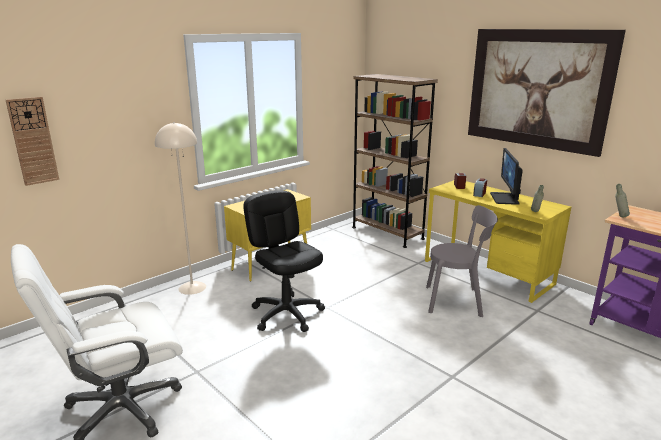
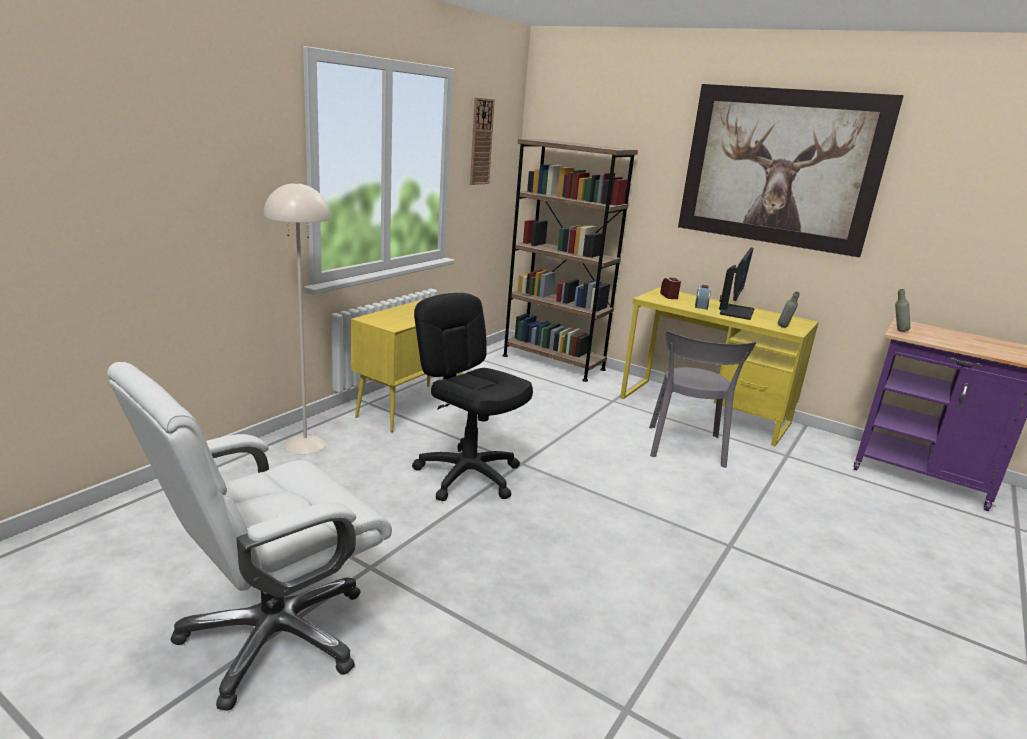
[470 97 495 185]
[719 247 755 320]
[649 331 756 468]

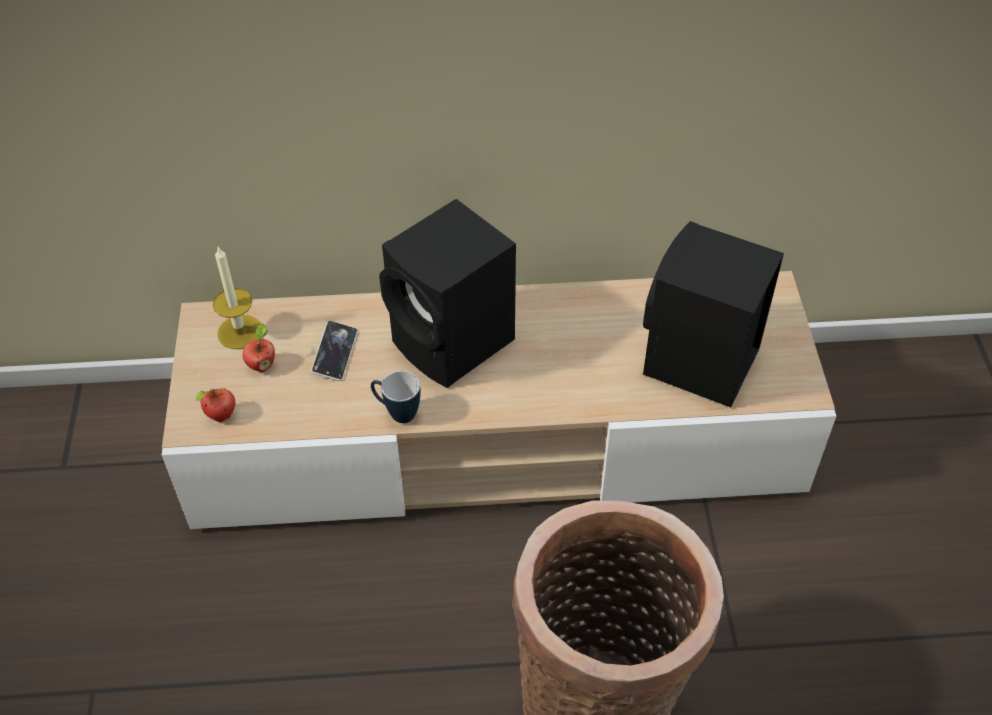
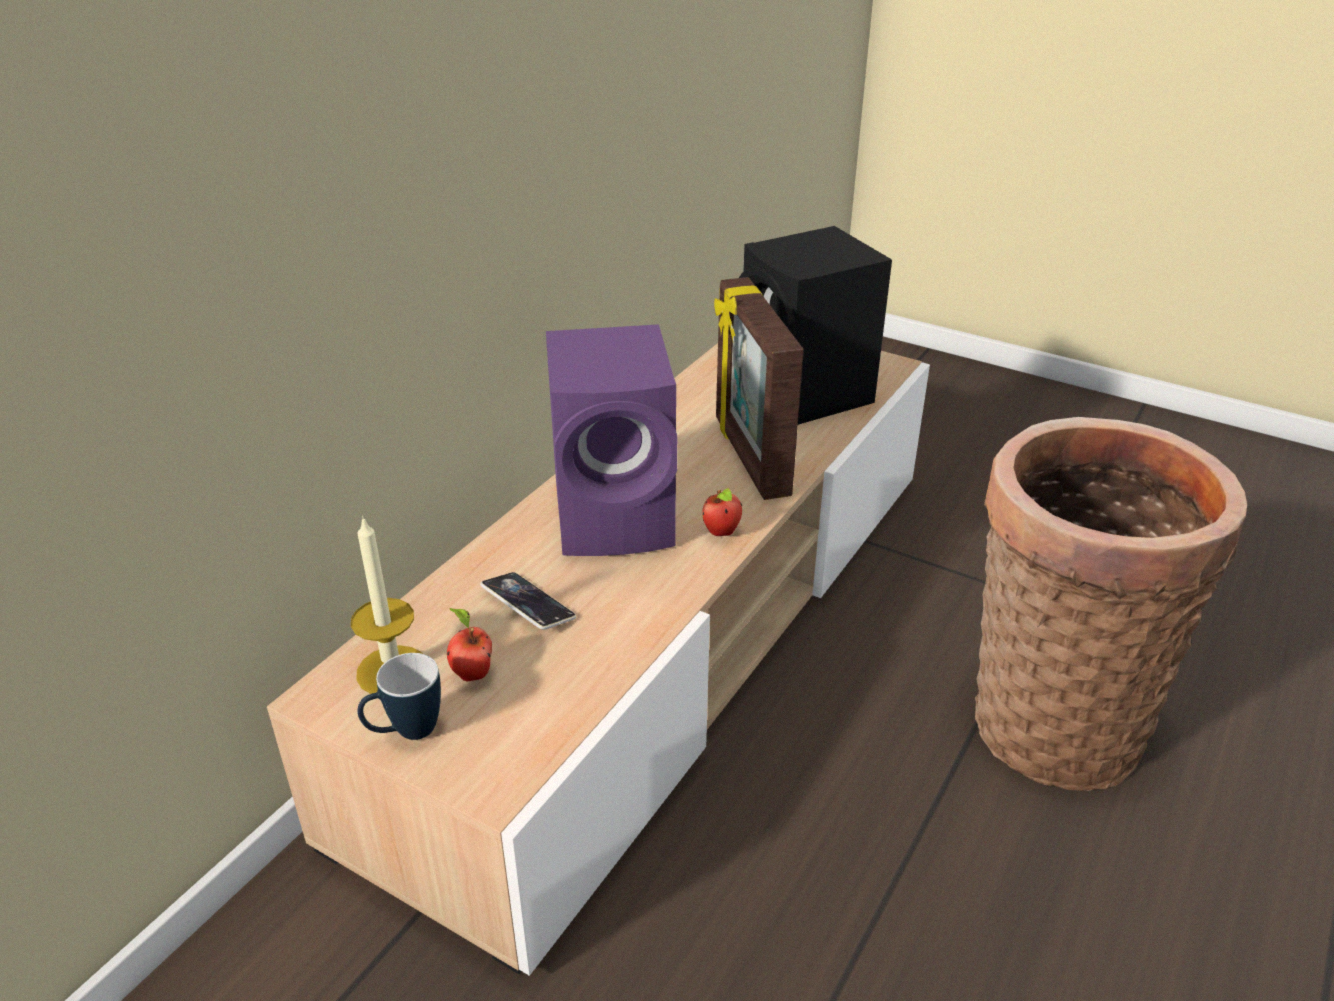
[546 324 677 556]
[357 653 441 740]
[702 488 742 536]
[714 277 804 500]

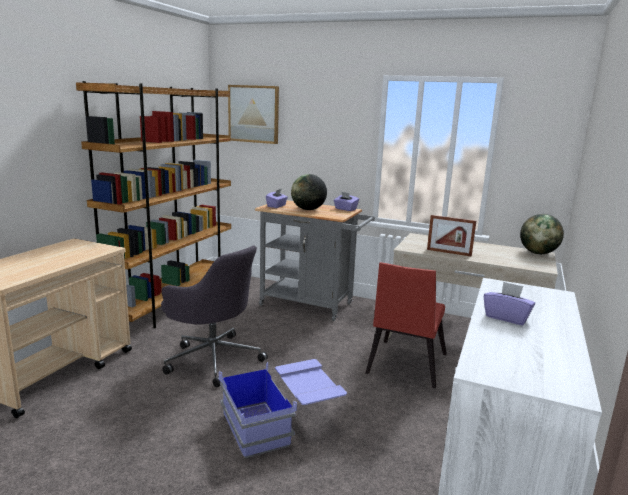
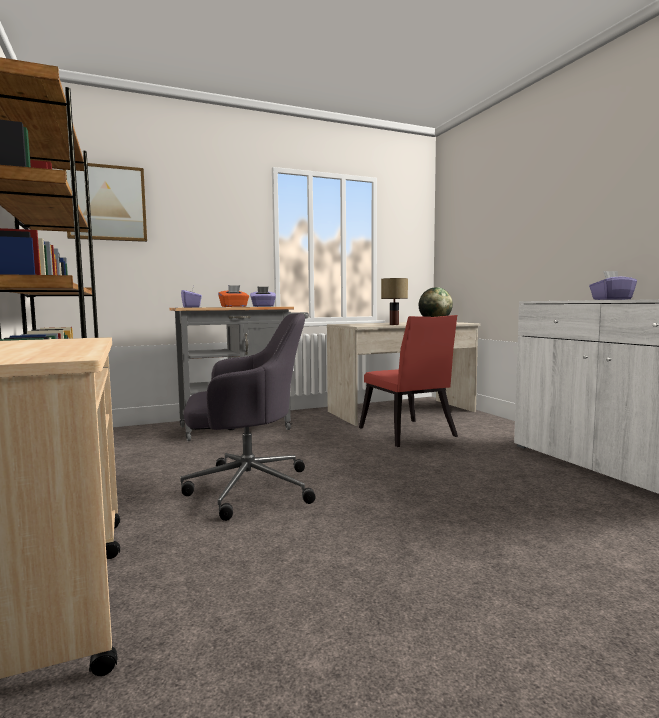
[218 285 249 307]
[381 278 408 325]
[219 359 347 458] (first image)

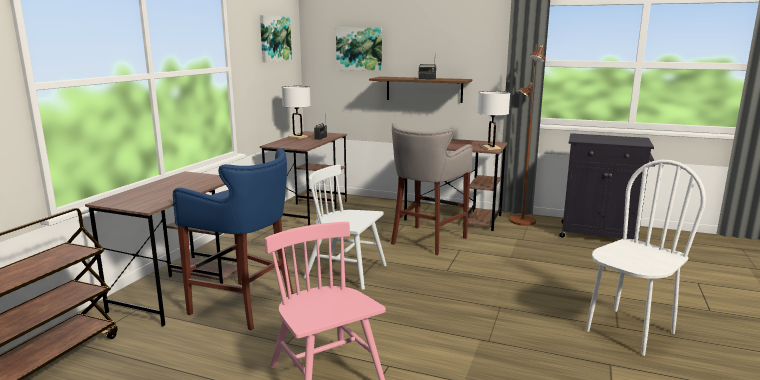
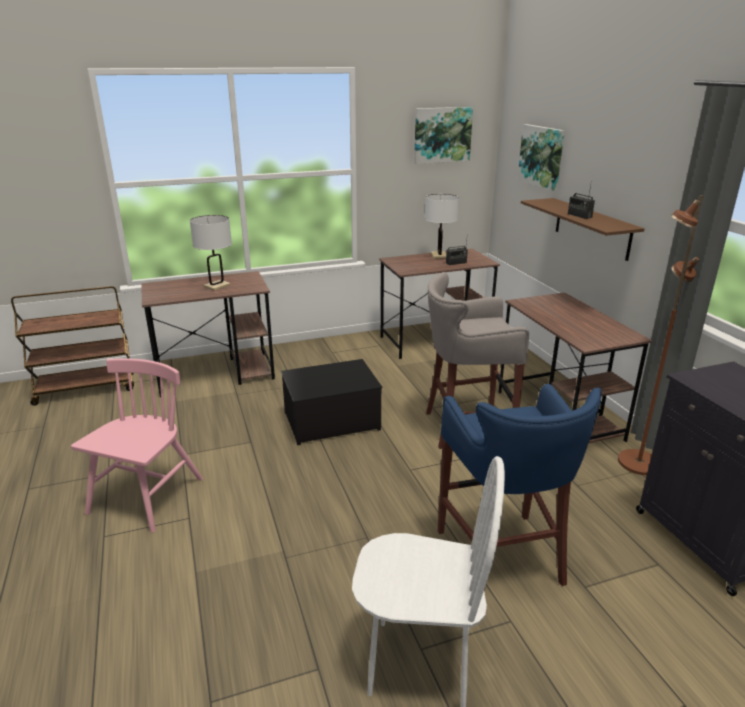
[190 215 232 291]
[438 384 602 592]
[281 359 382 445]

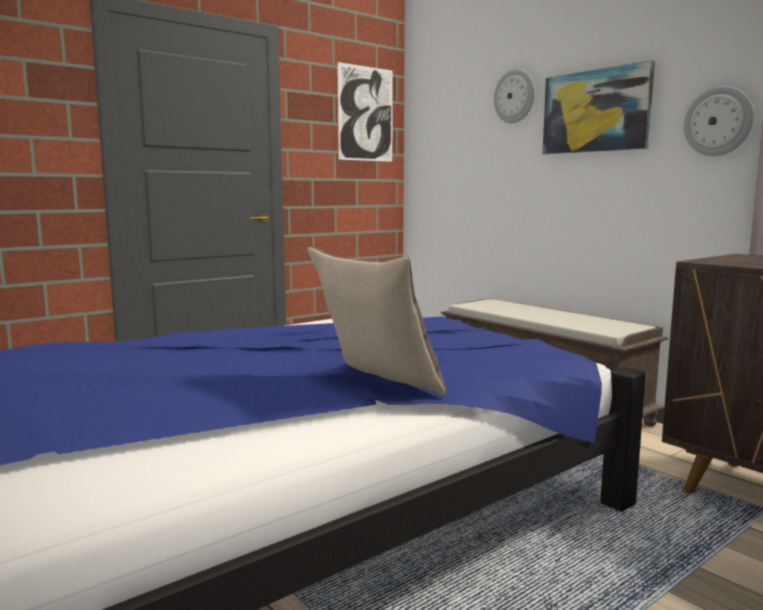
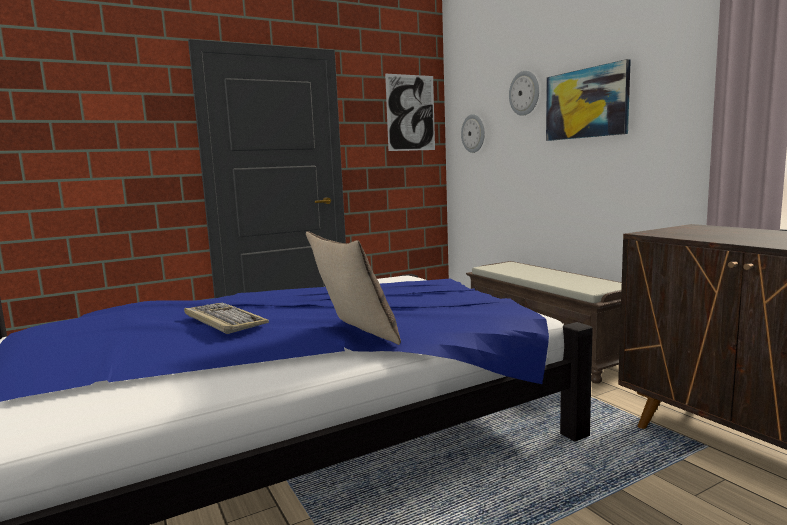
[461 114 485 153]
[184 302 269 334]

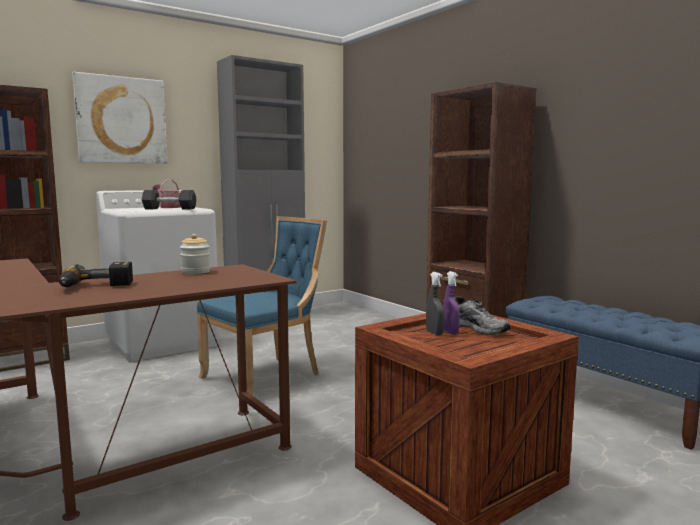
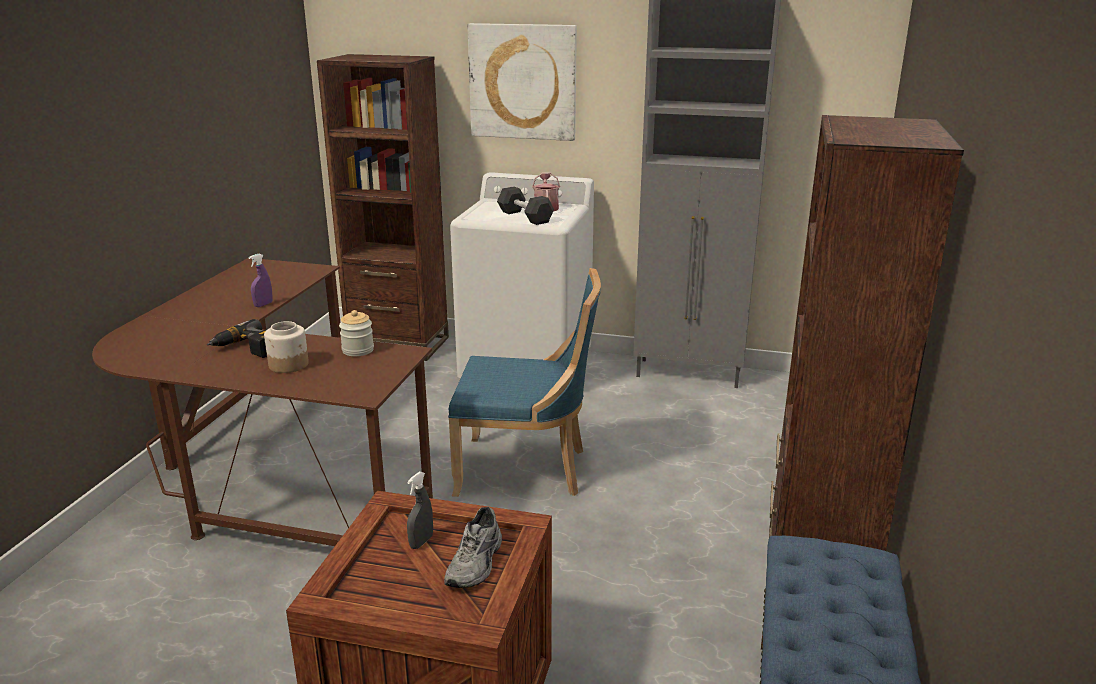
[249 254 273 307]
[264 321 309 373]

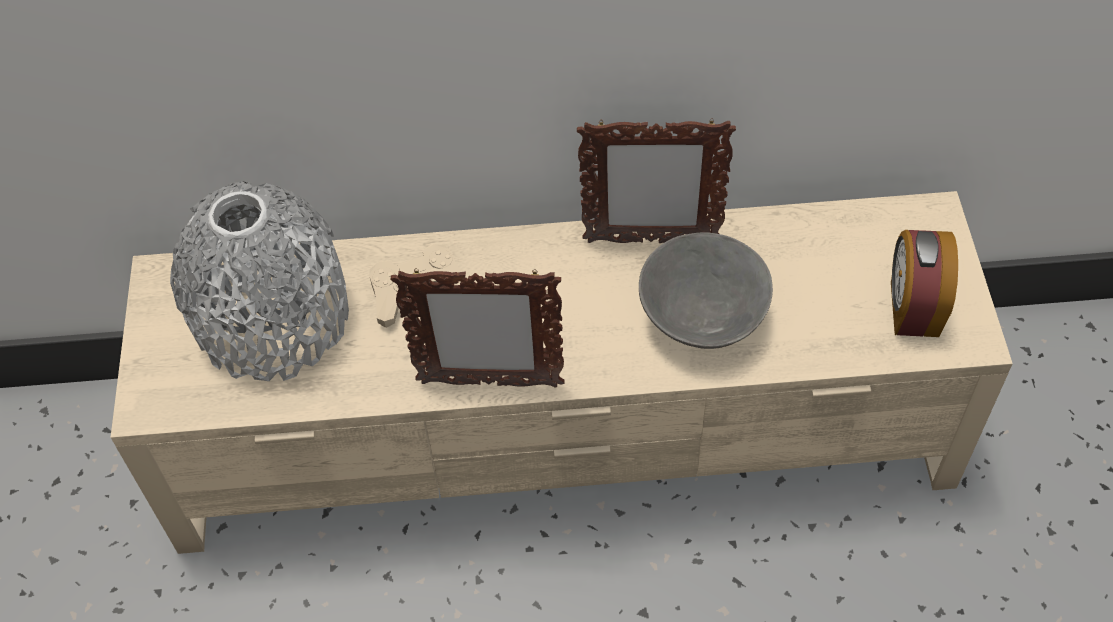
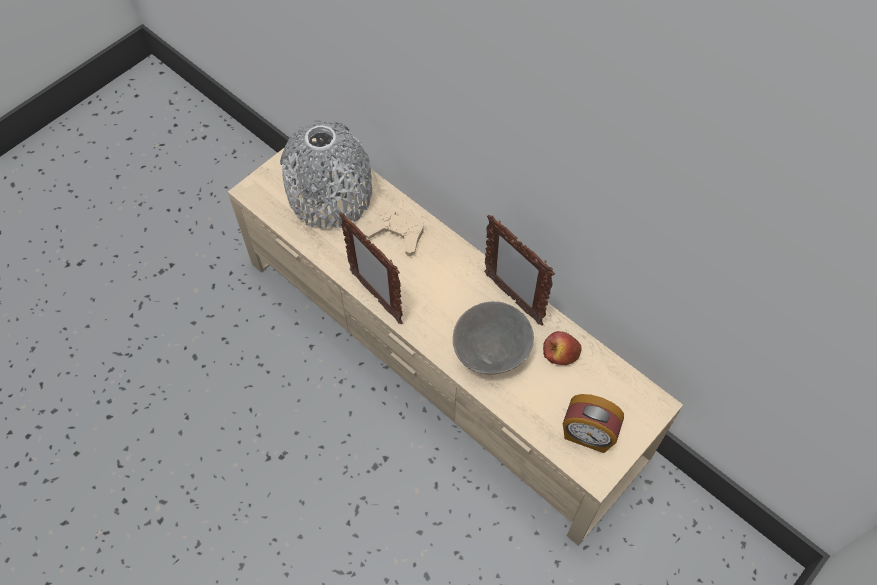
[563 394 624 453]
[543 331 582 365]

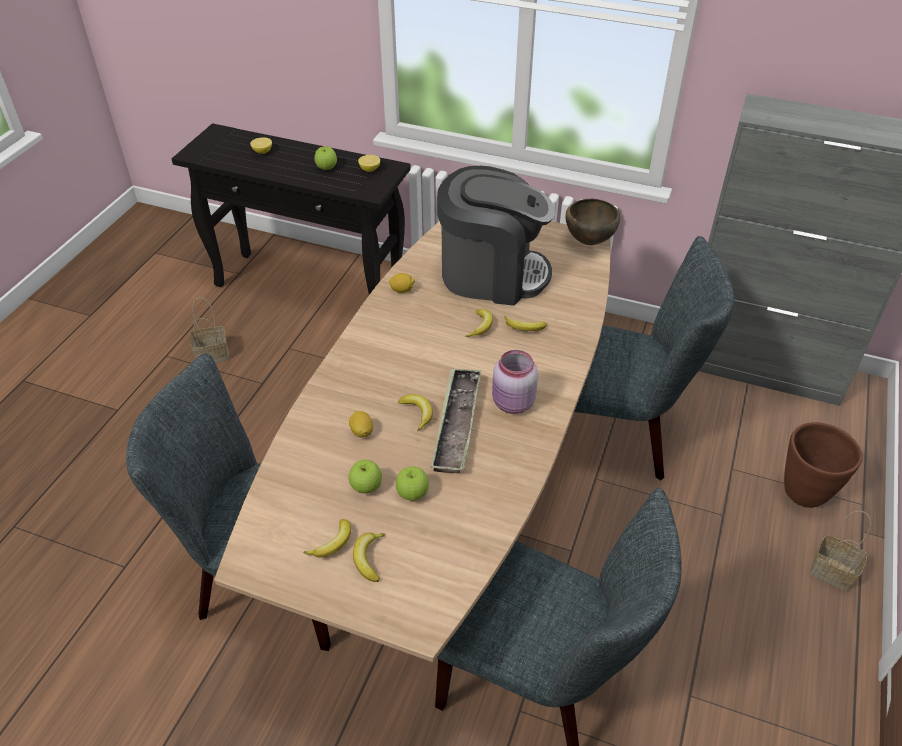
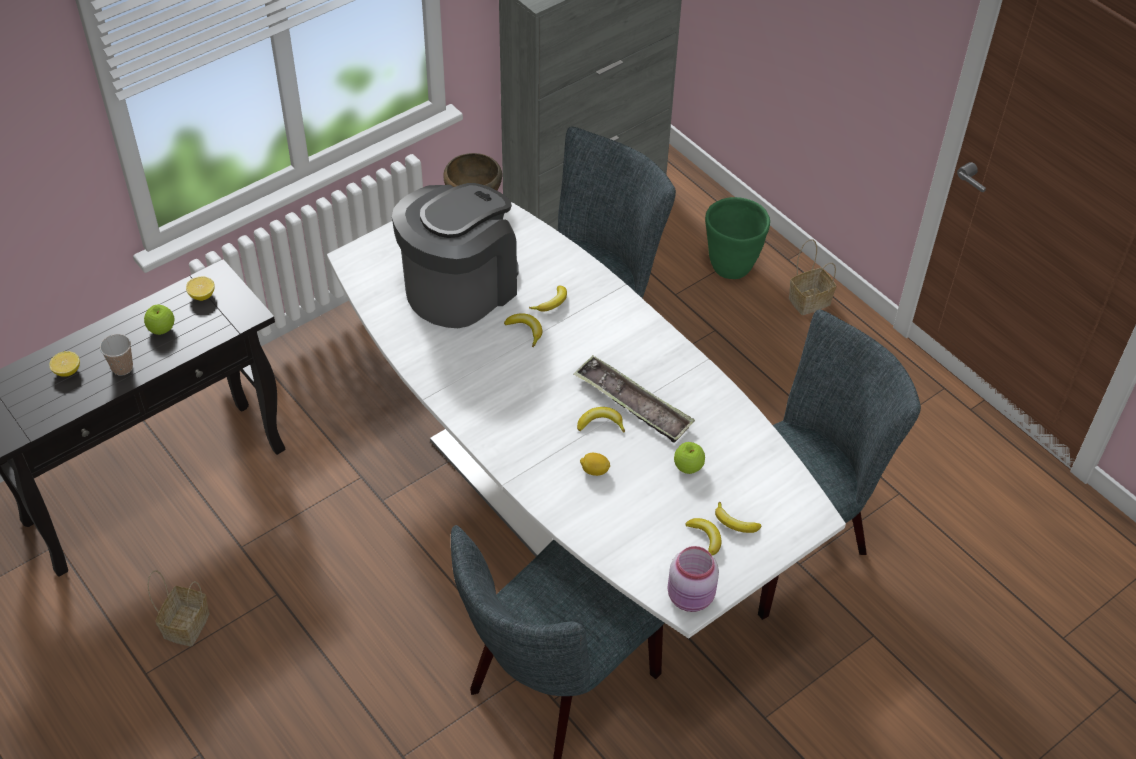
[327 202 846 639]
[389 273 415 293] (first image)
[667 546 719 612]
[705 197 770 279]
[349 460 382 493] (first image)
[100 334 133 376]

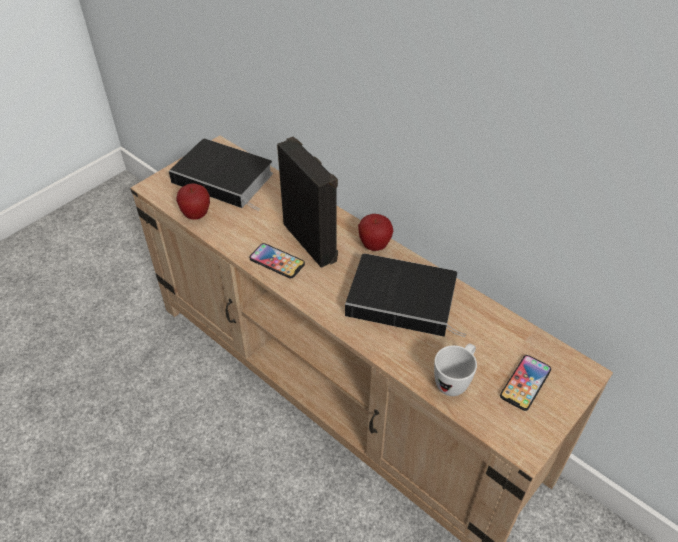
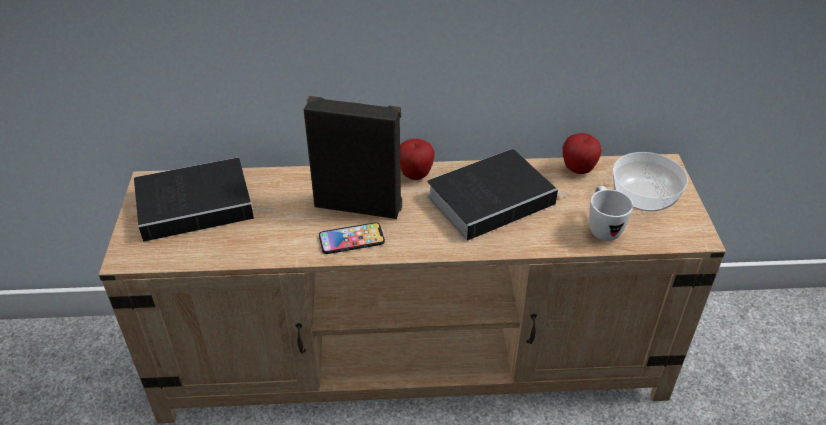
[563 133 602 174]
[613 152 688 211]

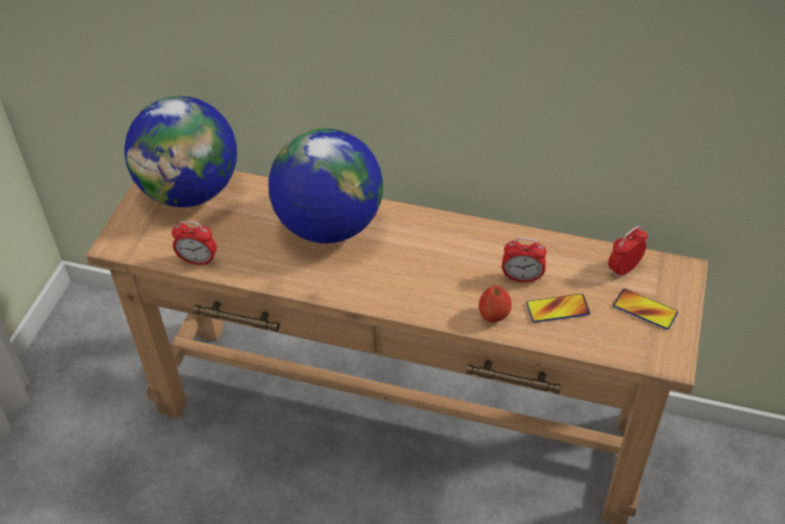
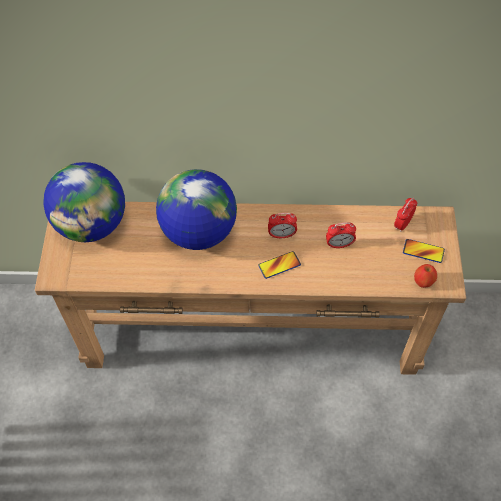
[268 213 297 238]
[414 264 437 288]
[258 251 301 279]

